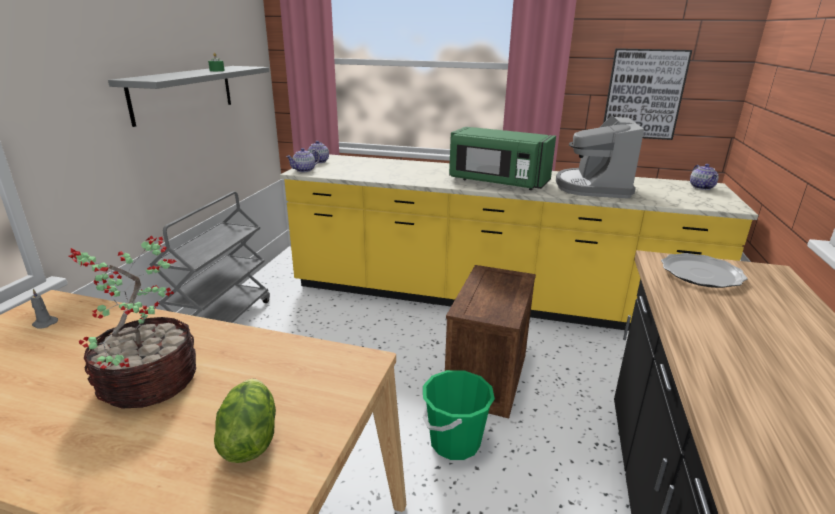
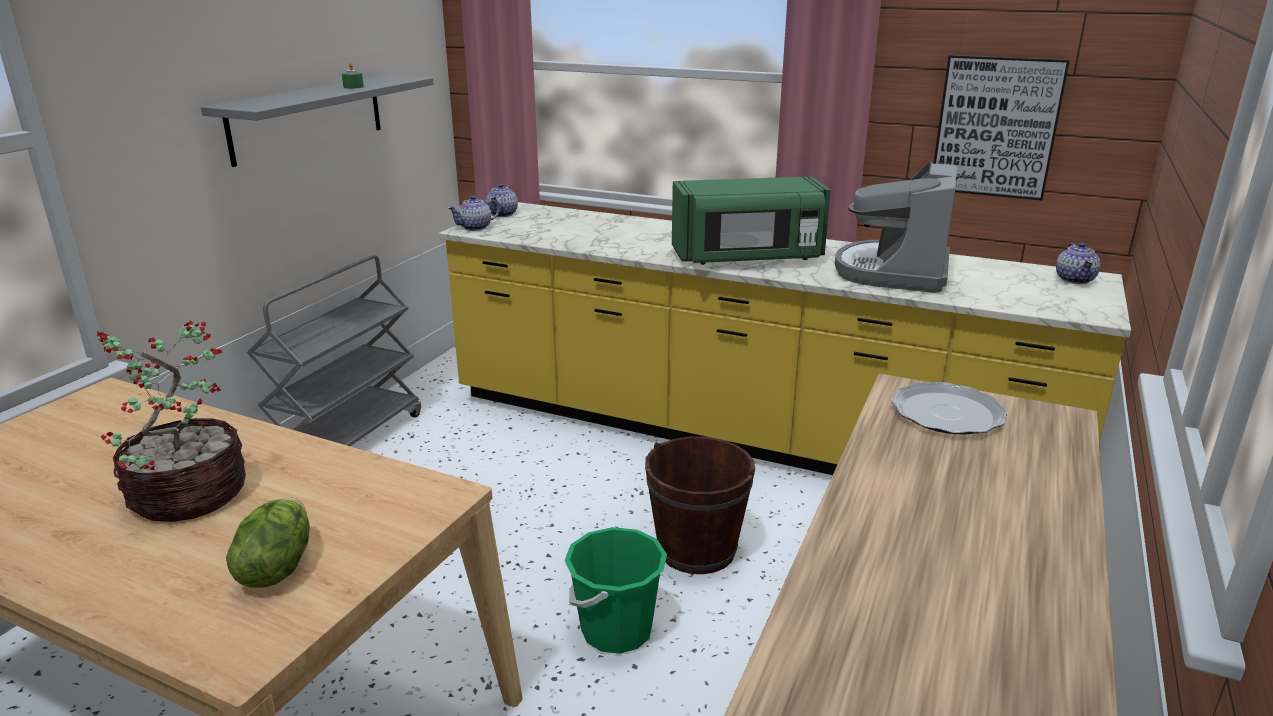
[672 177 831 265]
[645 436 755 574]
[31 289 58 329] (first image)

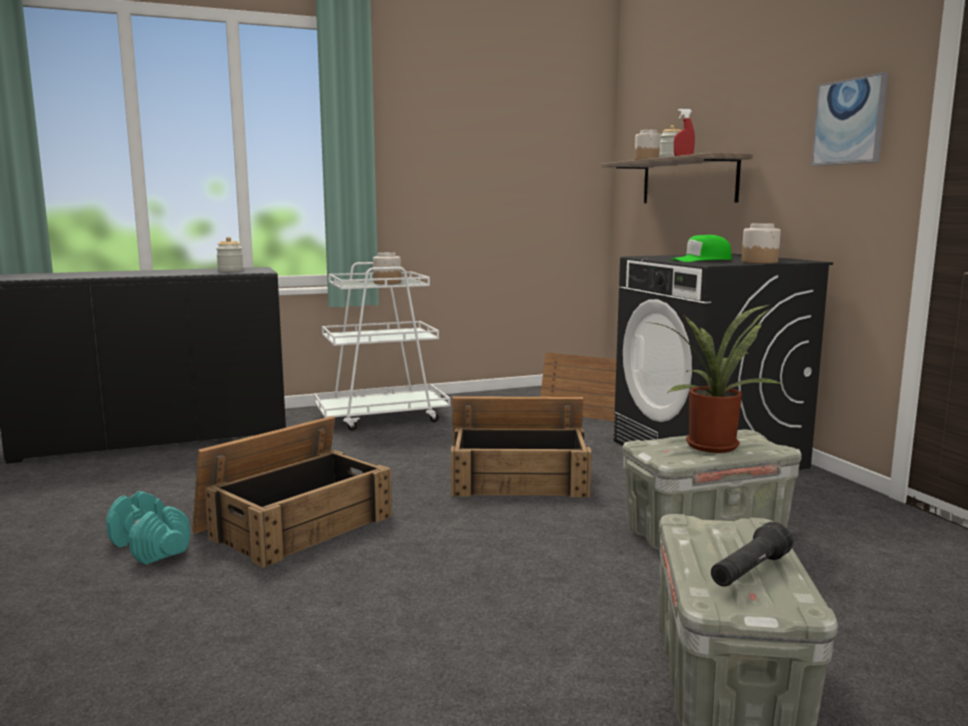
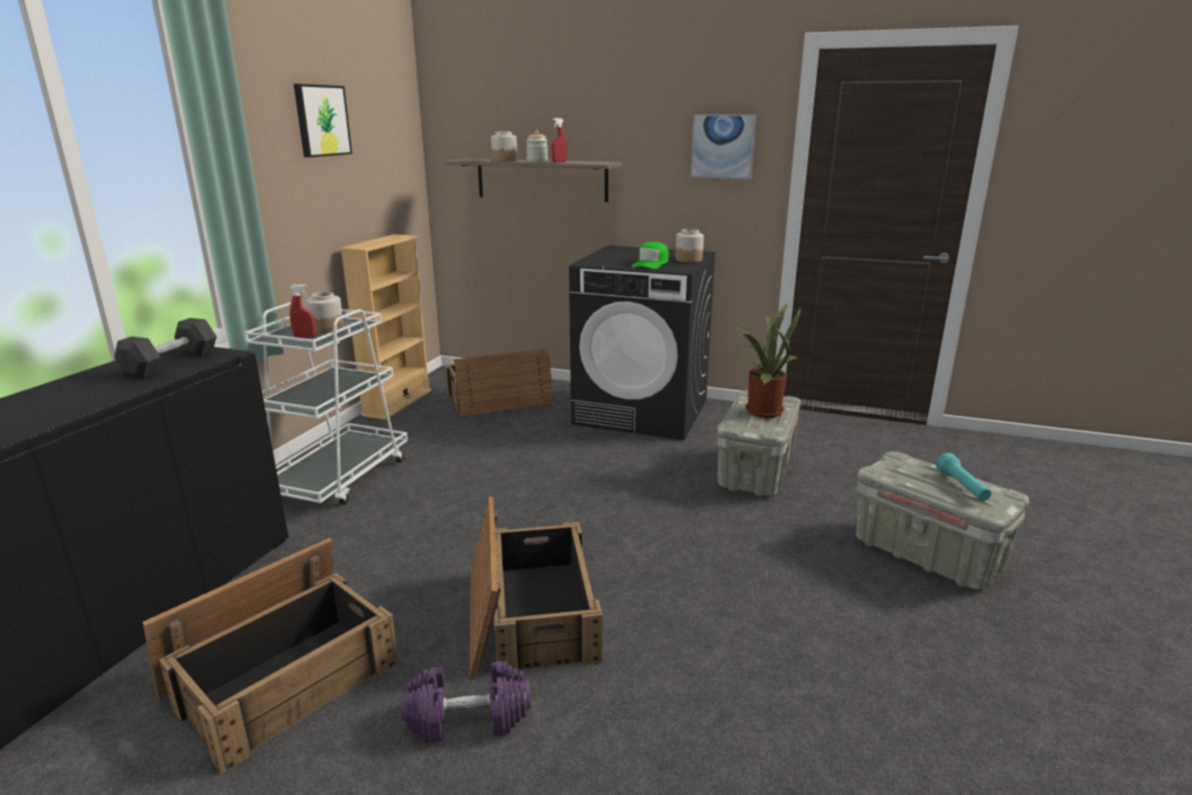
[114 318 217 378]
[142 538 399 773]
[402 661 531 743]
[936 453 991 501]
[294 84 352 157]
[340 234 431 420]
[289 284 316 338]

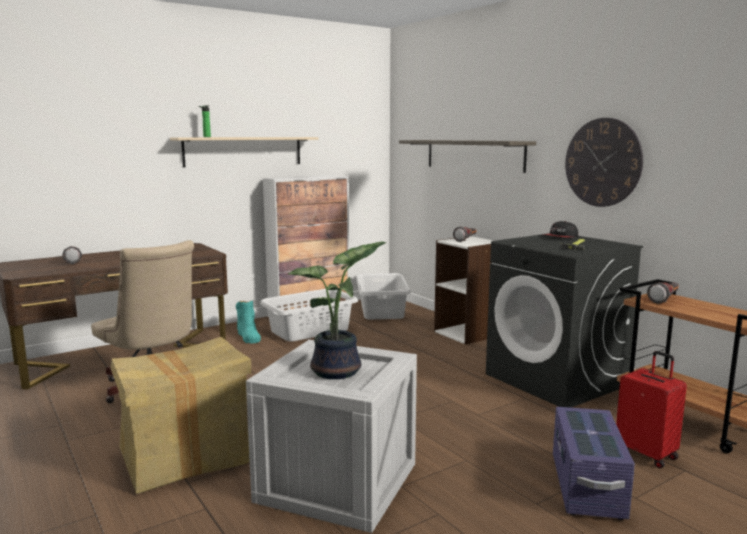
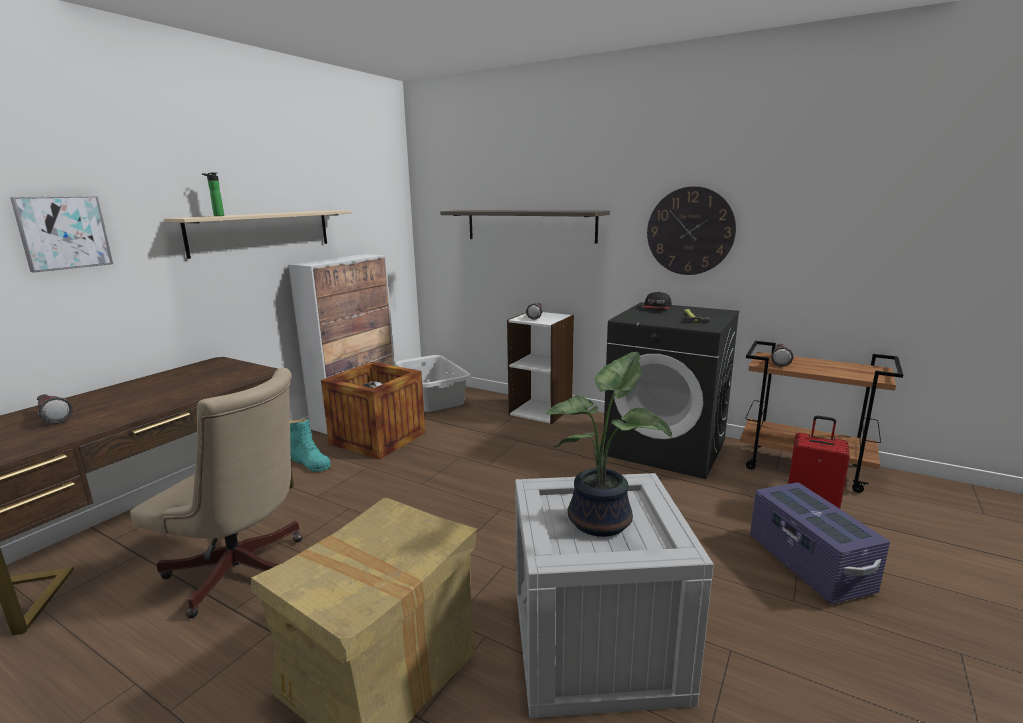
[321 362 426 460]
[10 196 113 273]

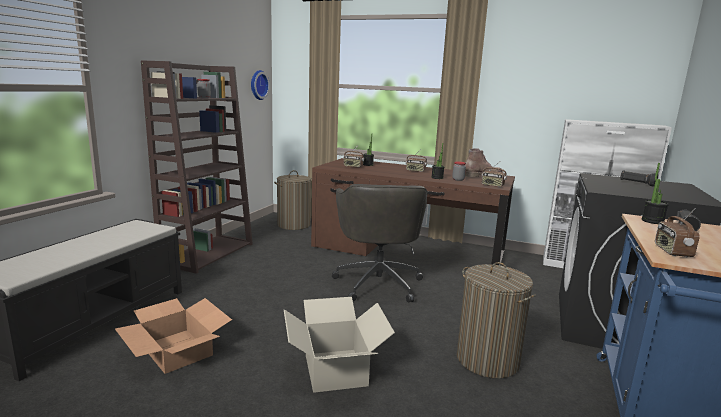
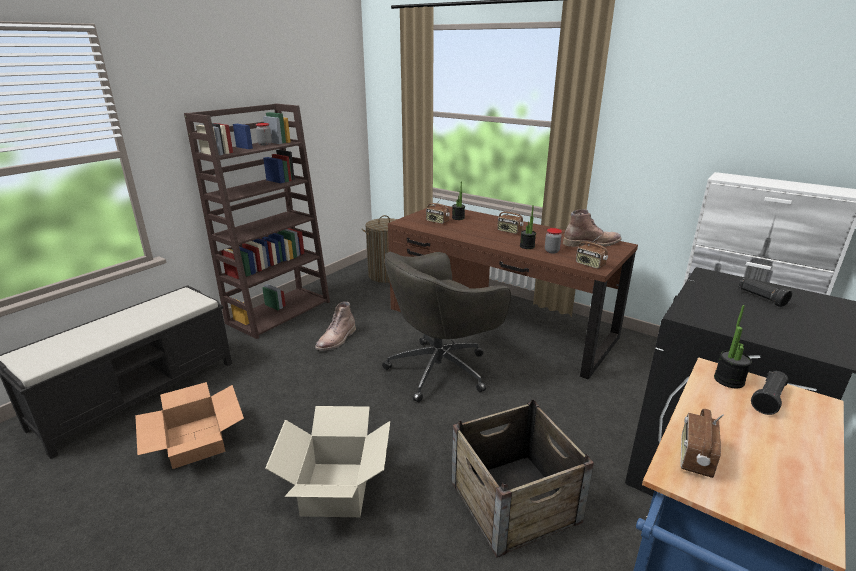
[251 70 270 100] (first image)
[382 252 511 403]
[451 399 594 557]
[315 302 356 351]

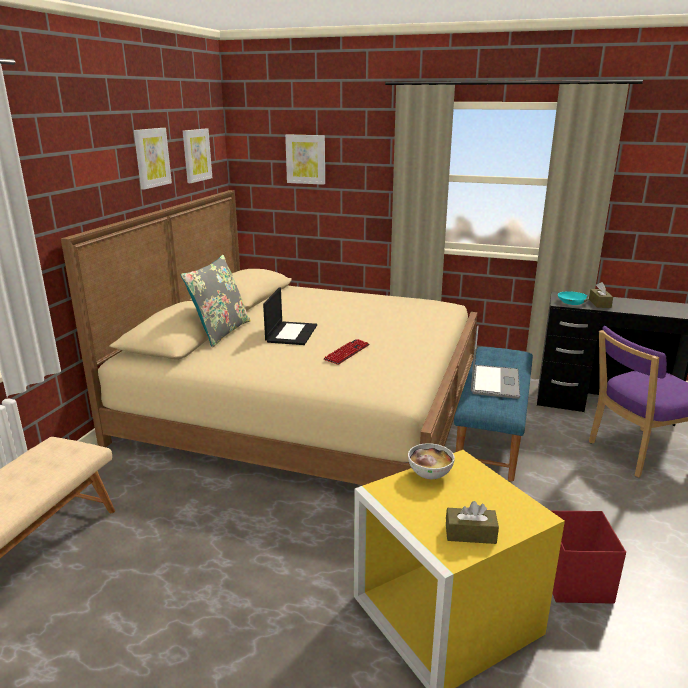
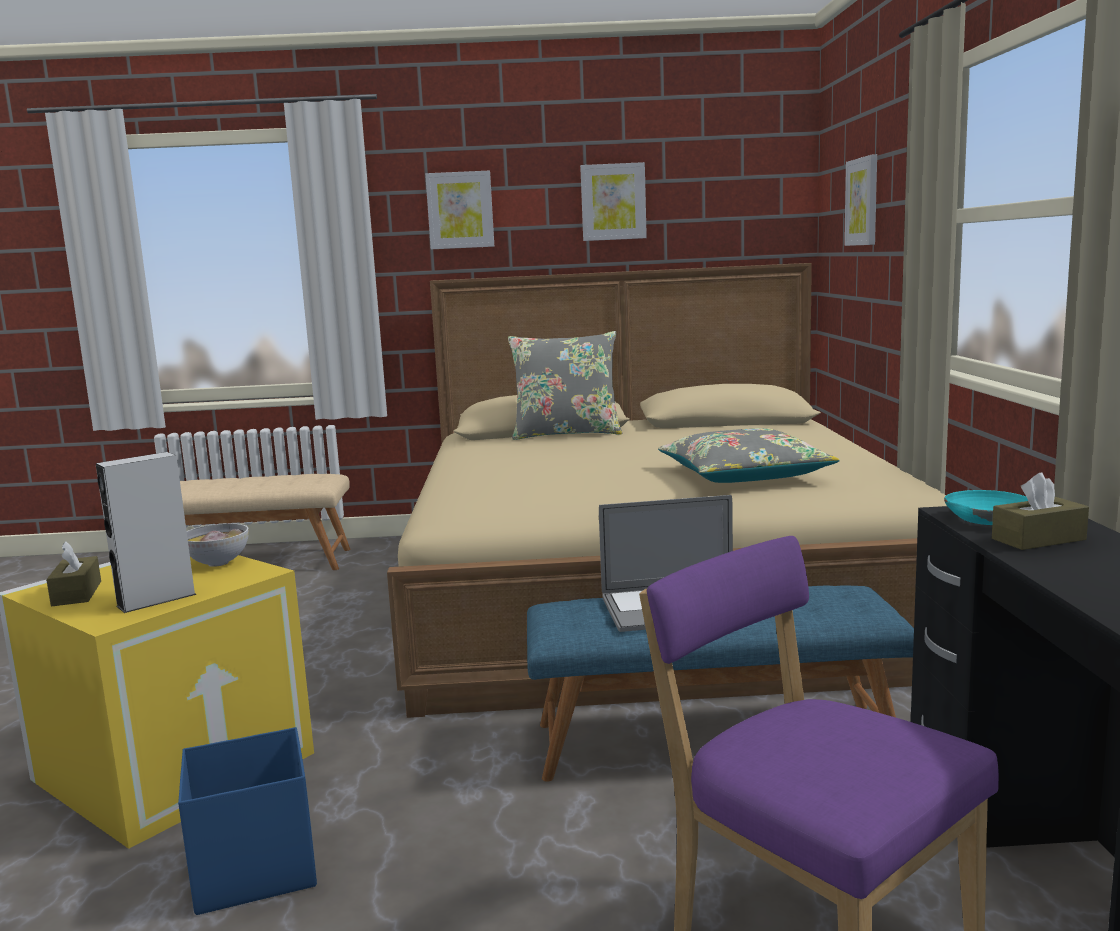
[425 171 494 249]
[263 287 317 345] (first image)
[324 339 370 365] (first image)
[178 727 317 915]
[658 428 840 483]
[96 452 197 613]

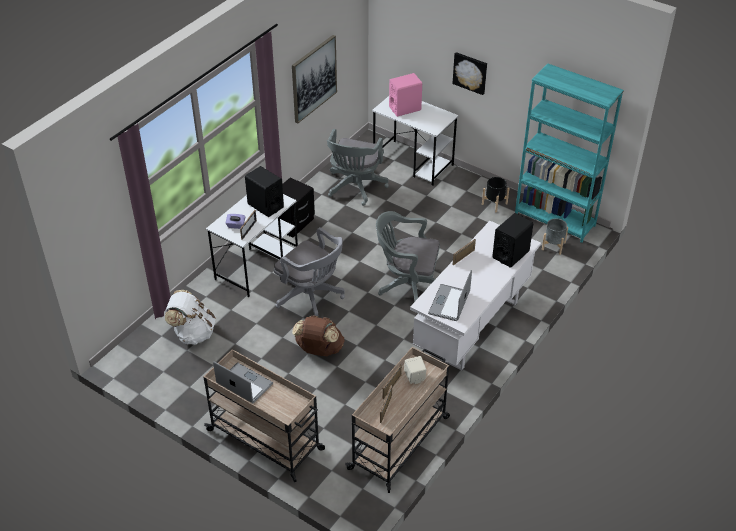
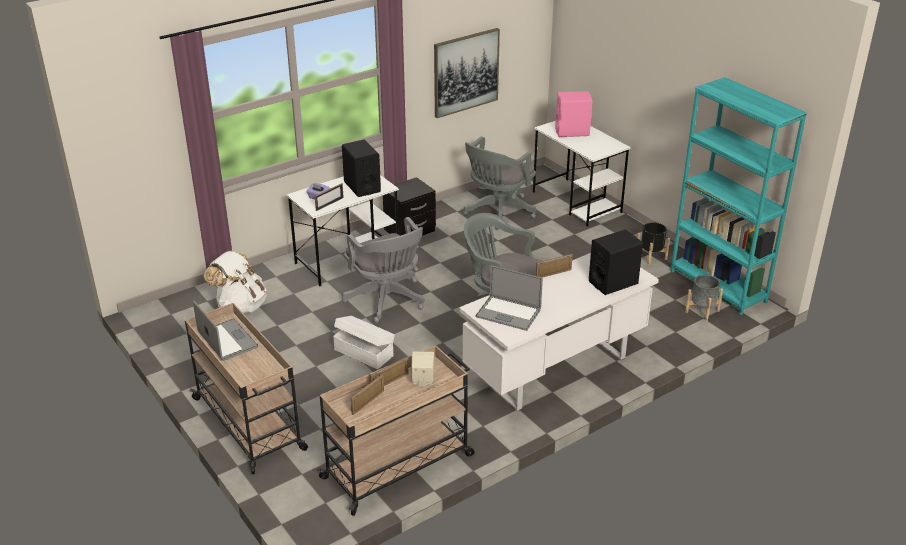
[452 52 487 95] (first image)
[475 265 543 331]
[333 316 395 369]

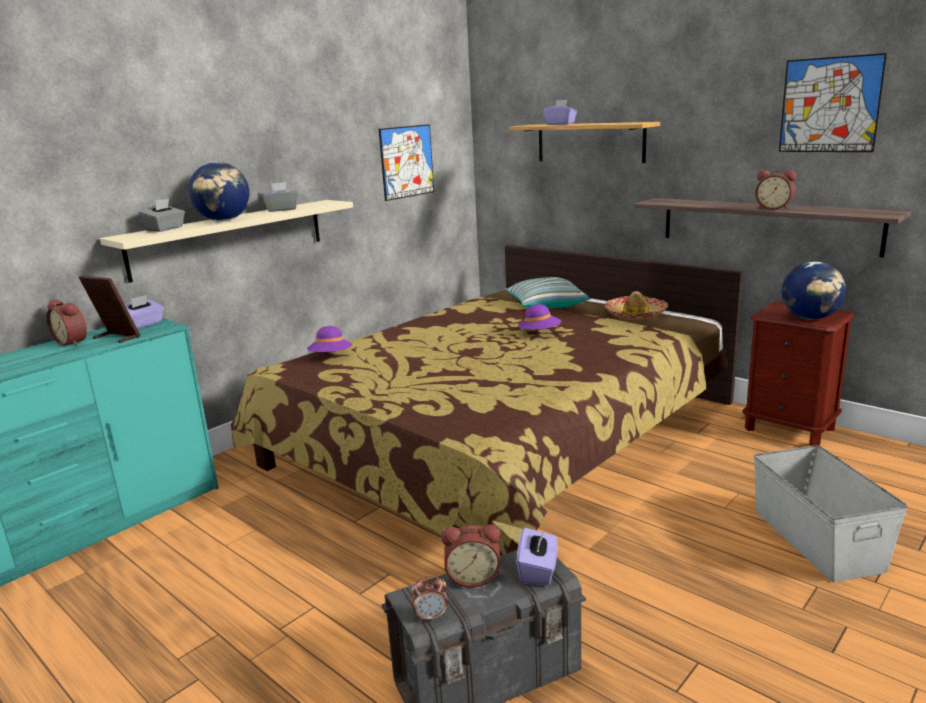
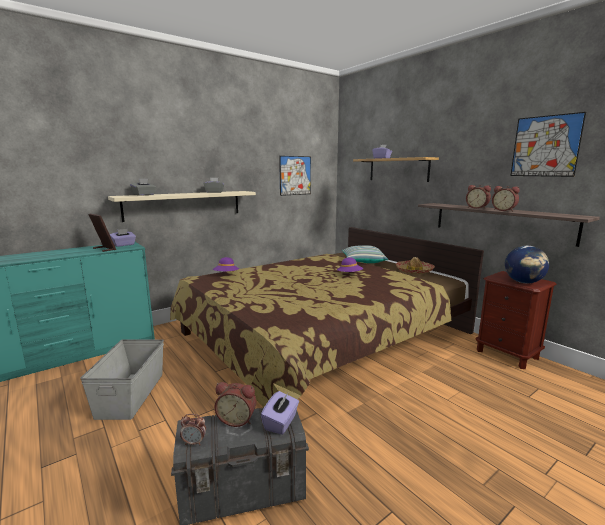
[189 162 250 221] (first image)
[466 185 491 209]
[80 339 164 420]

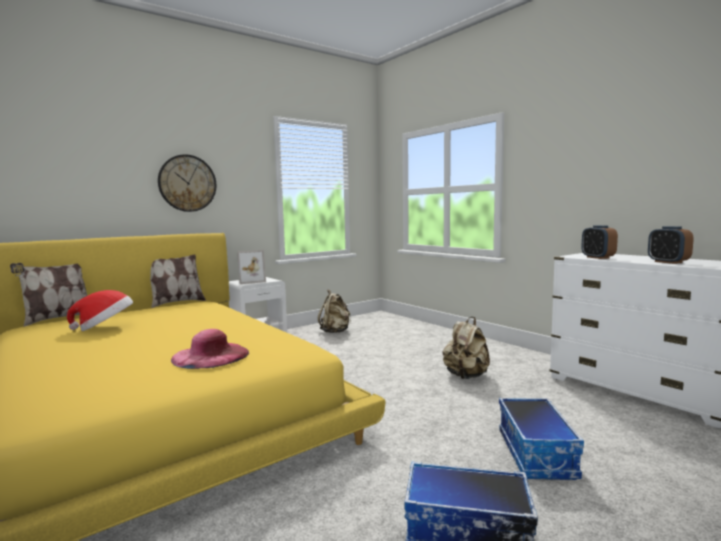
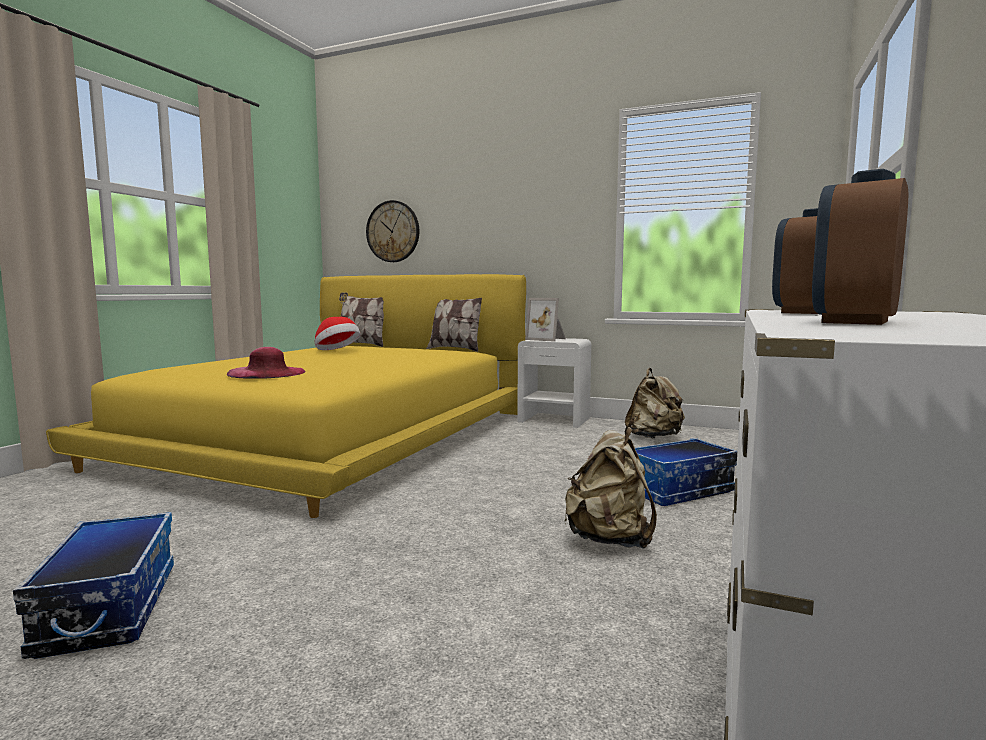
[366 200 419 262]
[635 438 737 506]

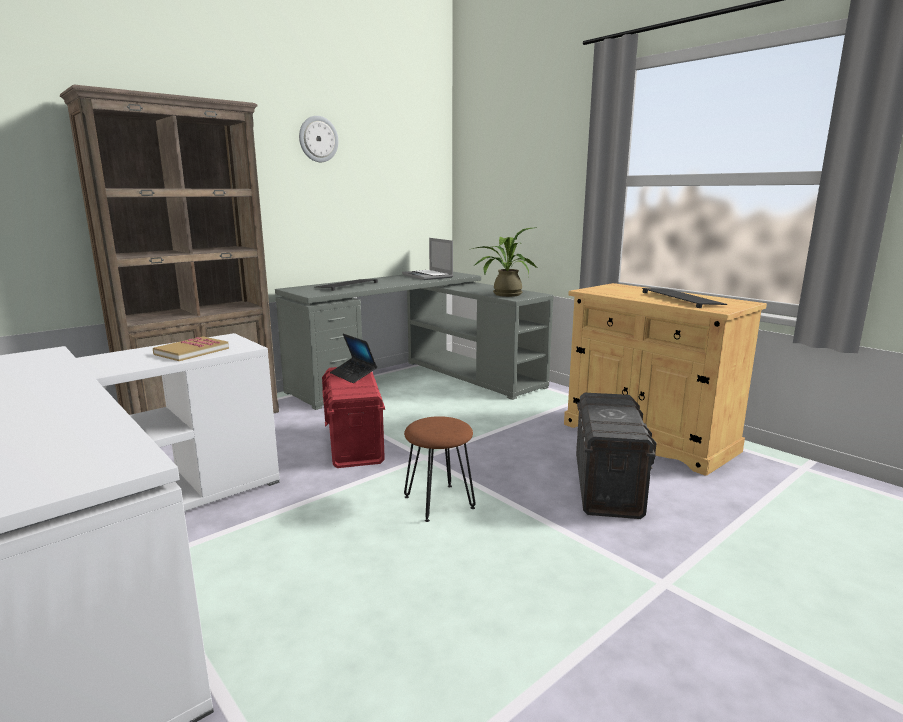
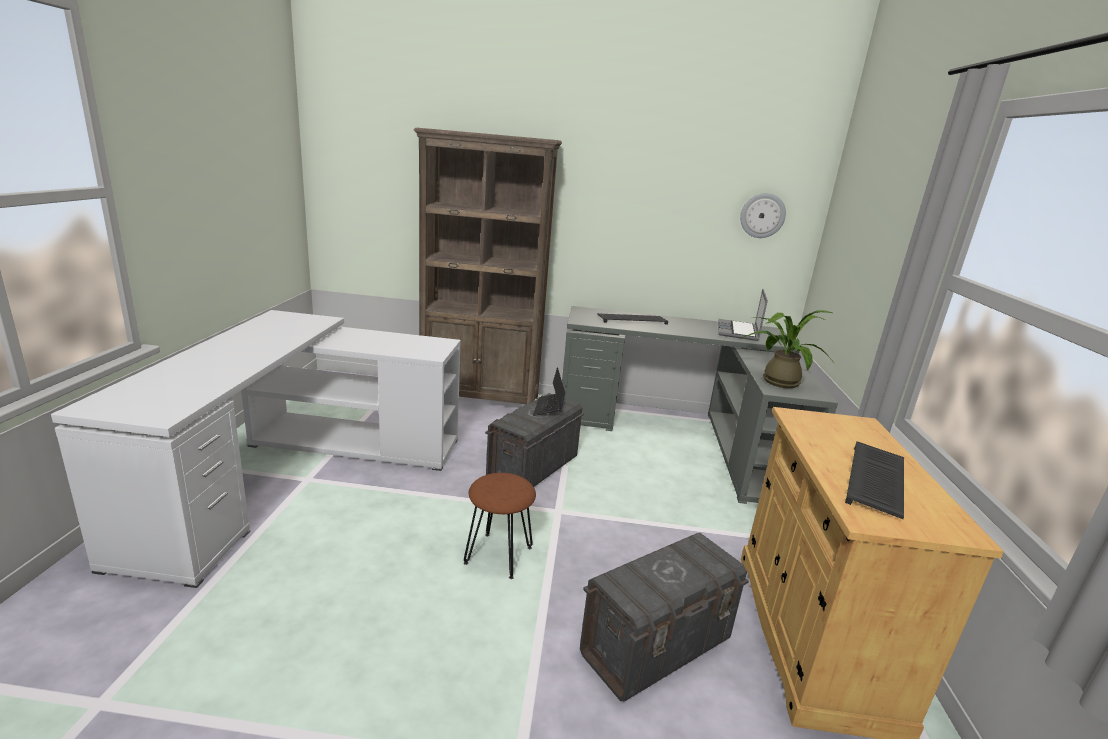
[740 193 786 238]
[152 336 229 361] (first image)
[485 393 584 487]

